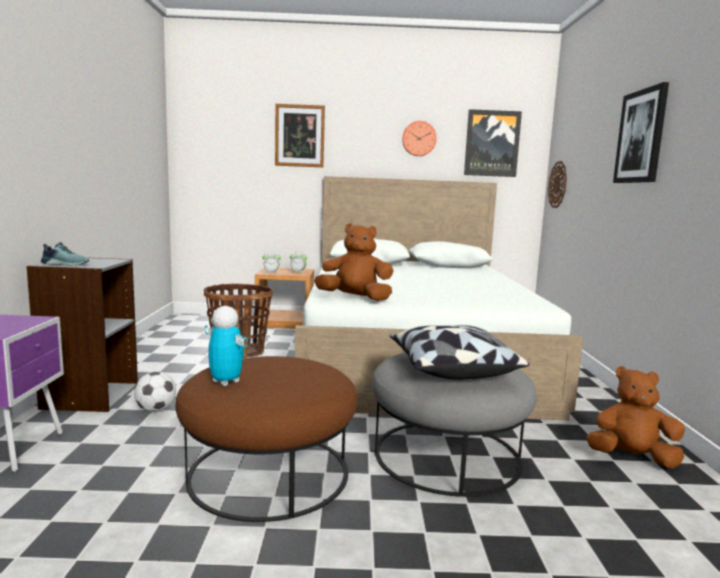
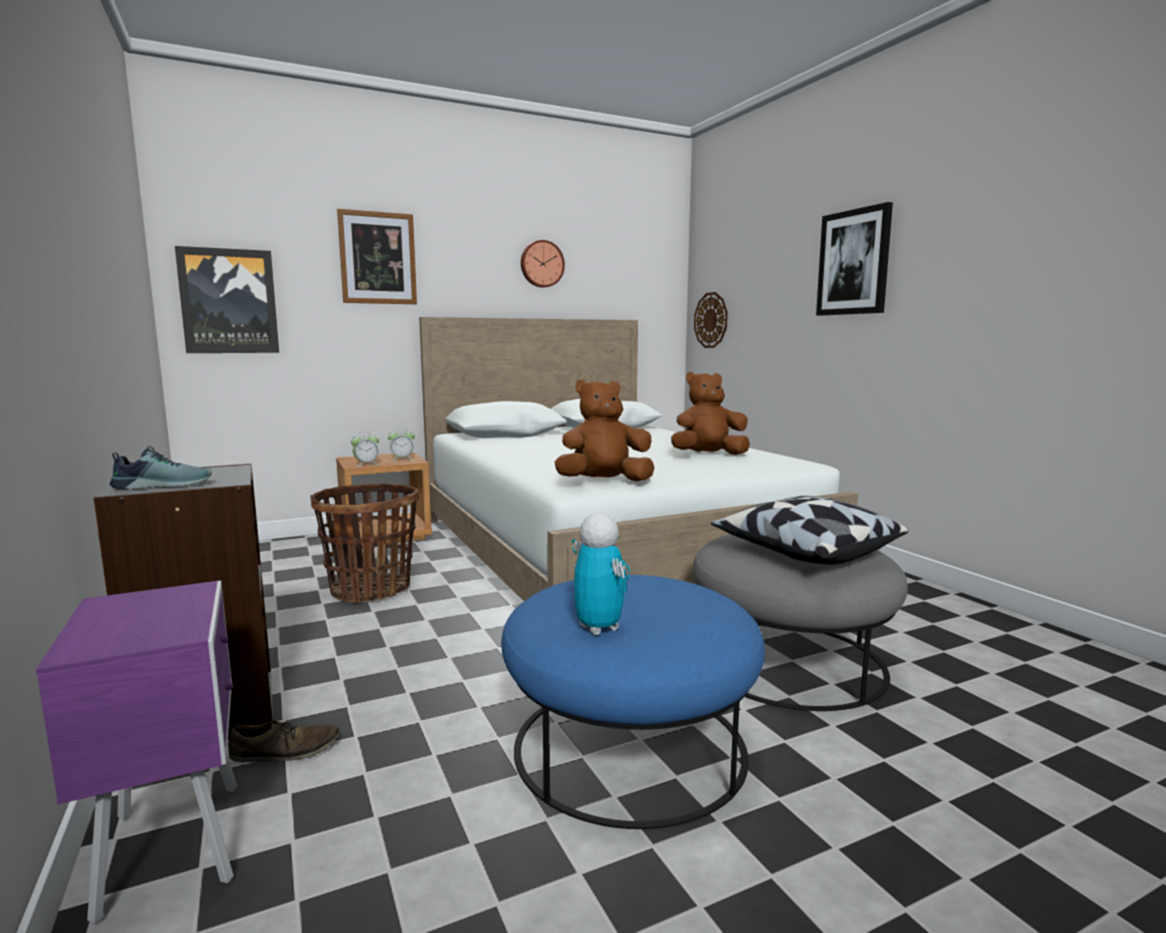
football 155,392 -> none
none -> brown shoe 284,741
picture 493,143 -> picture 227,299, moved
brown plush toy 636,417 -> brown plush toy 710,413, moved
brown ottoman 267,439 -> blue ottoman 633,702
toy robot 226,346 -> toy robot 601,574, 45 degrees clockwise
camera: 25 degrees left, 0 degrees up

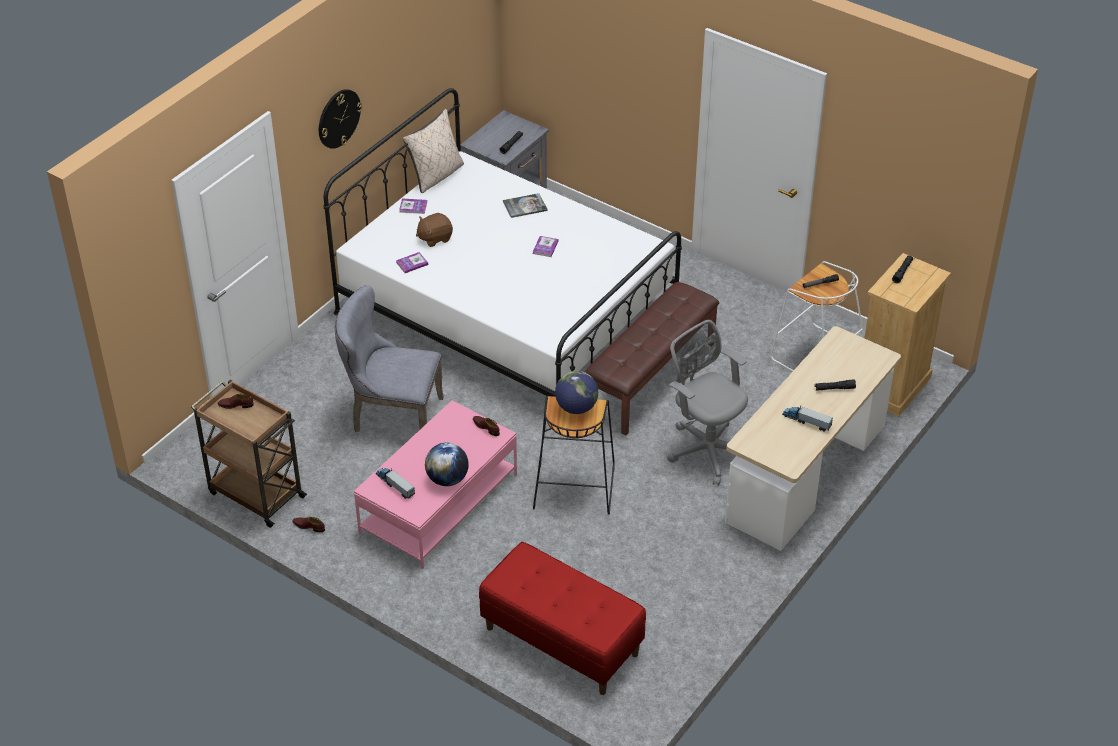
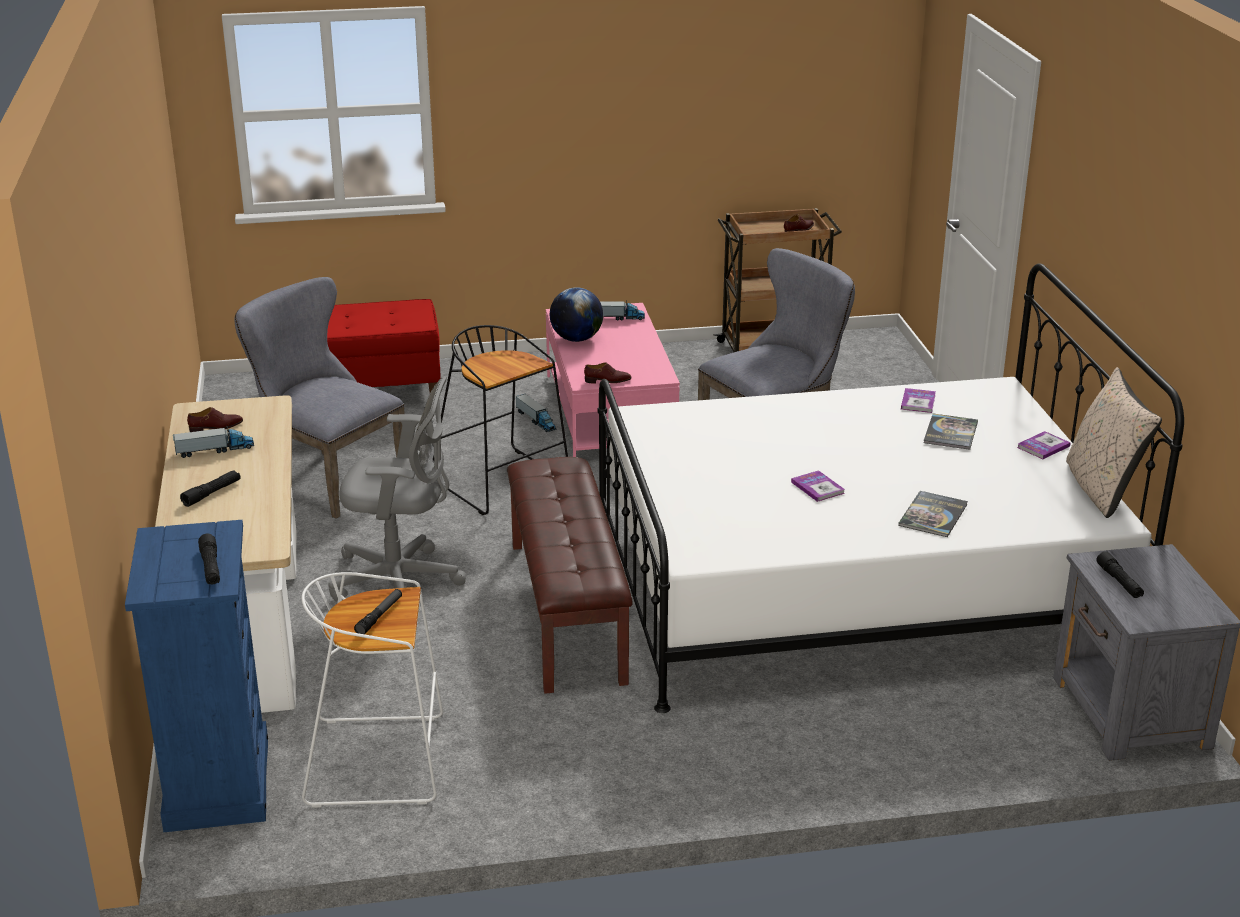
wall clock 340,119 -> none
globe 576,392 -> none
none -> grey chair 319,398
none -> toy truck 536,413
brown shoe 308,524 -> brown shoe 215,419, moved
brown plush toy 434,230 -> book 951,432
beige dresser 908,335 -> blue dresser 196,676
camera: 135 degrees right, 15 degrees down

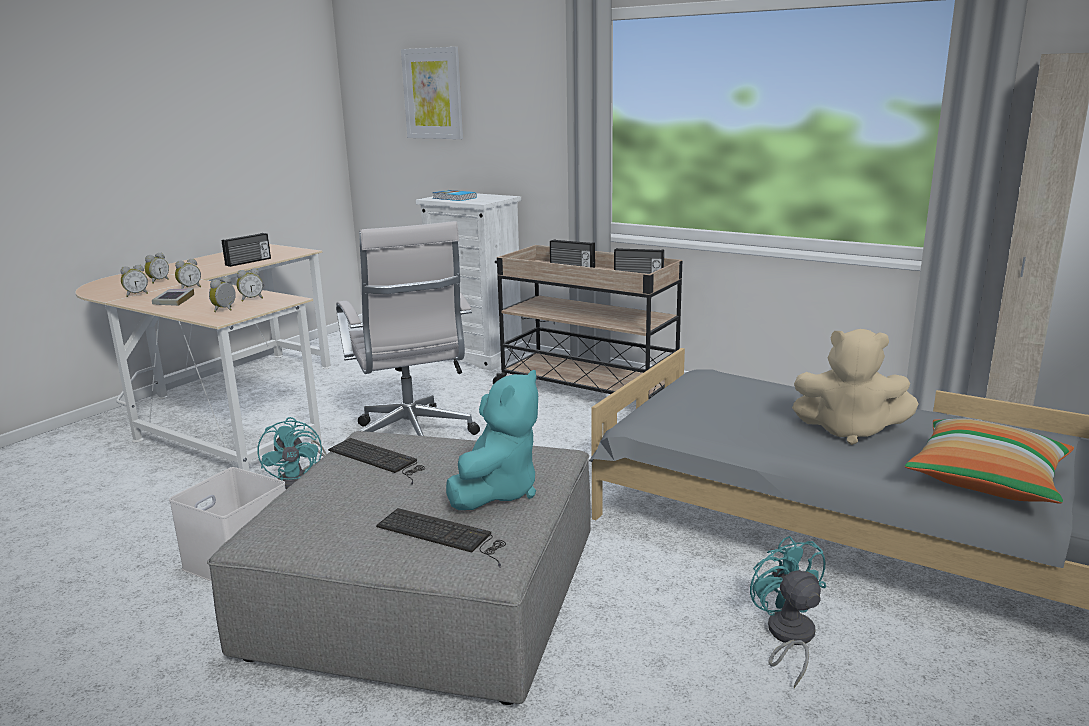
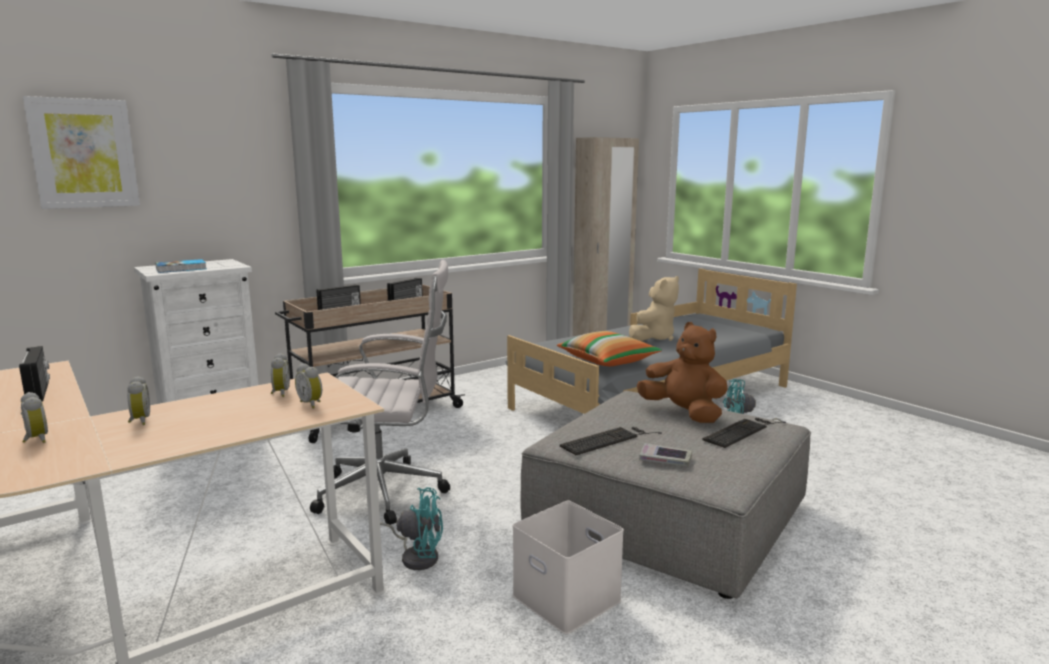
alarm clock 134,281 -> none
book 173,297 -> book 665,455, moved
pillow 989,460 -> pillow 609,348, moved
turquoise plush toy 492,440 -> brown plush toy 682,372
camera: 70 degrees left, 5 degrees down

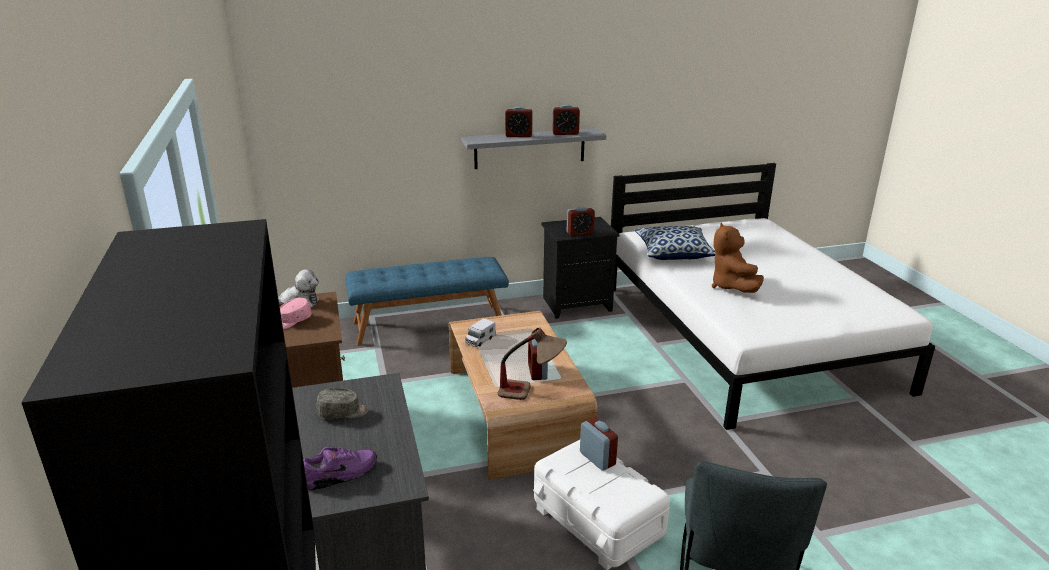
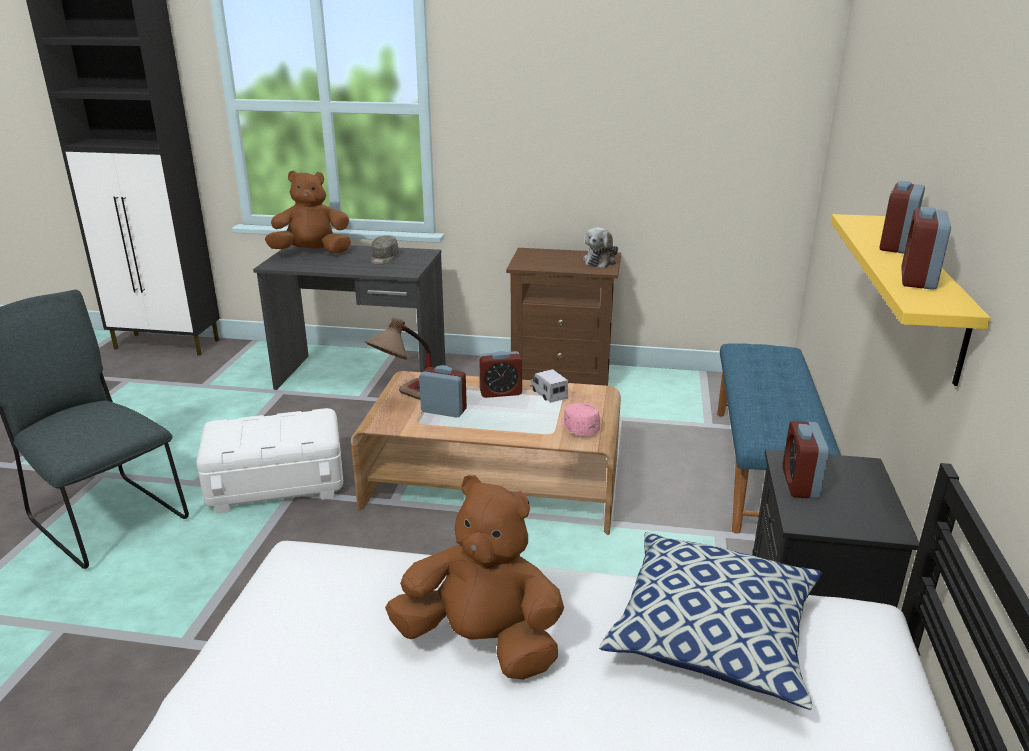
pink cap 296,313 -> pink cap 580,419, moved
alarm clock 599,444 -> alarm clock 500,374, moved
purple shoe 340,468 -> brown plush toy 308,212
grey shelf 533,148 -> yellow shelf 910,300
camera: 115 degrees right, 0 degrees up

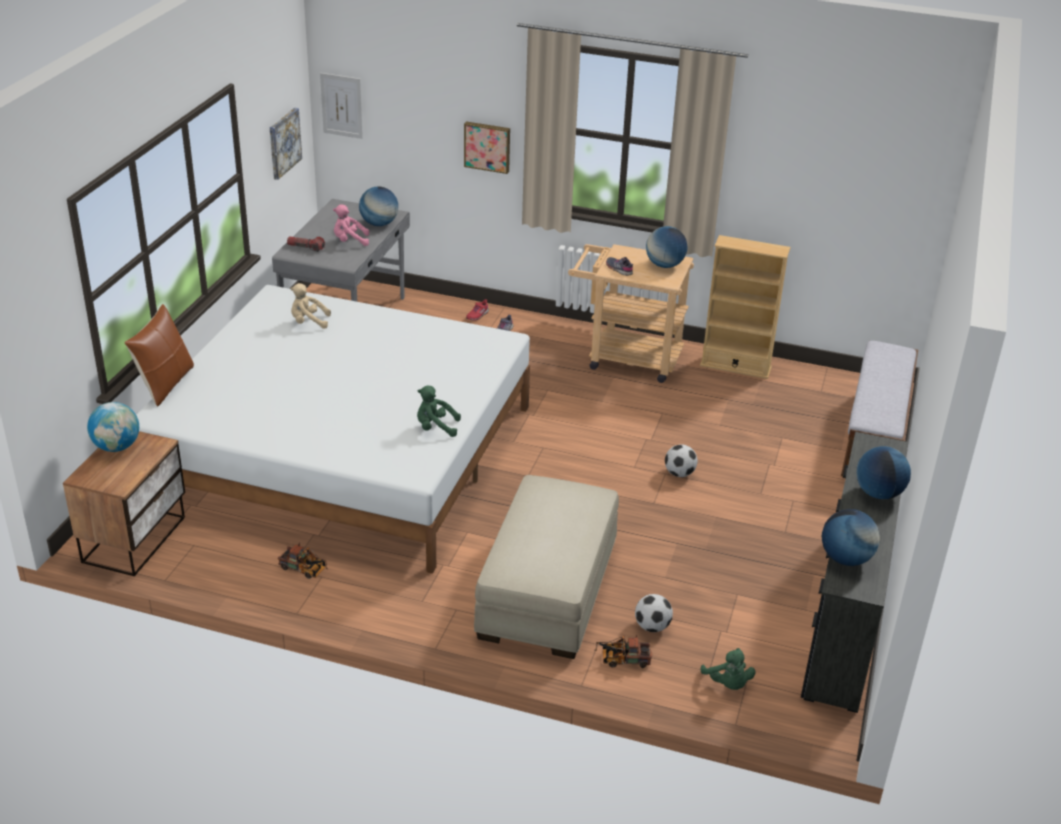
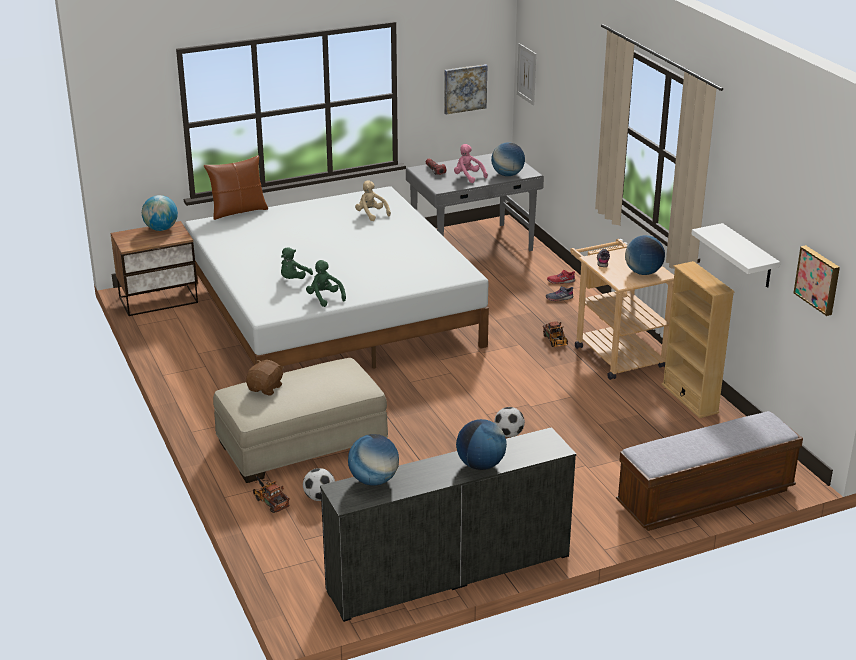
none -> brown plush toy 265,377
none -> white shelf 735,255
toy truck 303,561 -> toy truck 555,334, moved
picture 487,147 -> picture 817,280, moved
green plush toy 728,669 -> green plush toy 297,263, moved
camera: 50 degrees right, 5 degrees down

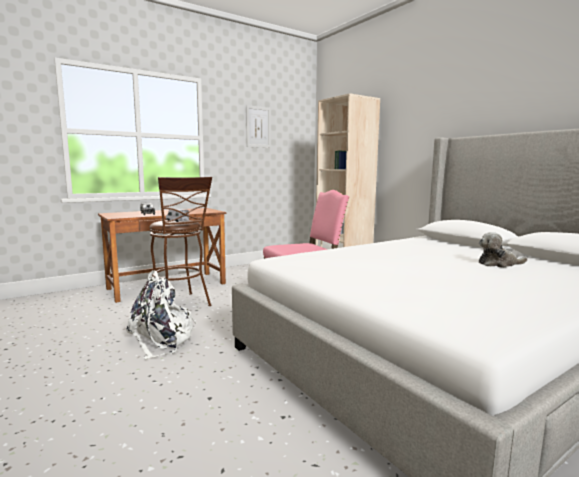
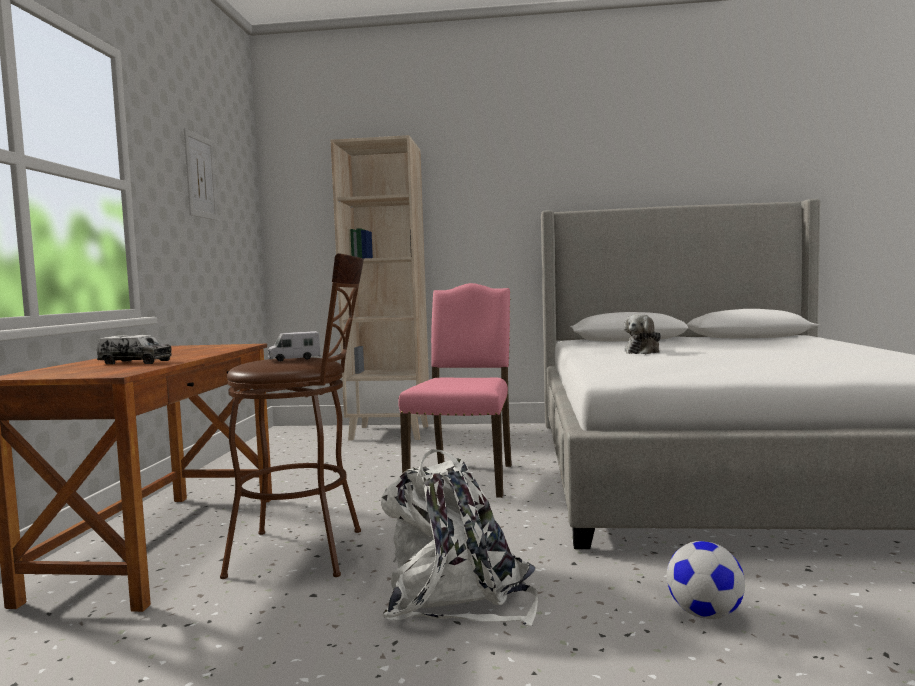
none -> football 706,580
plush toy 503,249 -> plush toy 642,334, moved
camera: 50 degrees left, 5 degrees down

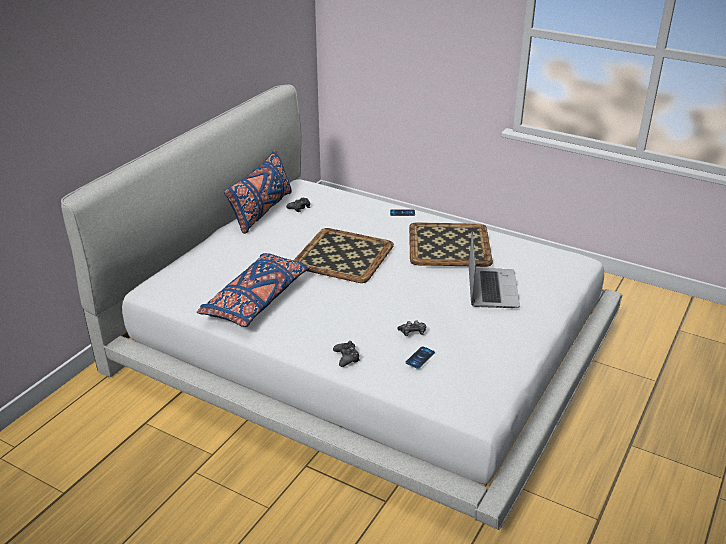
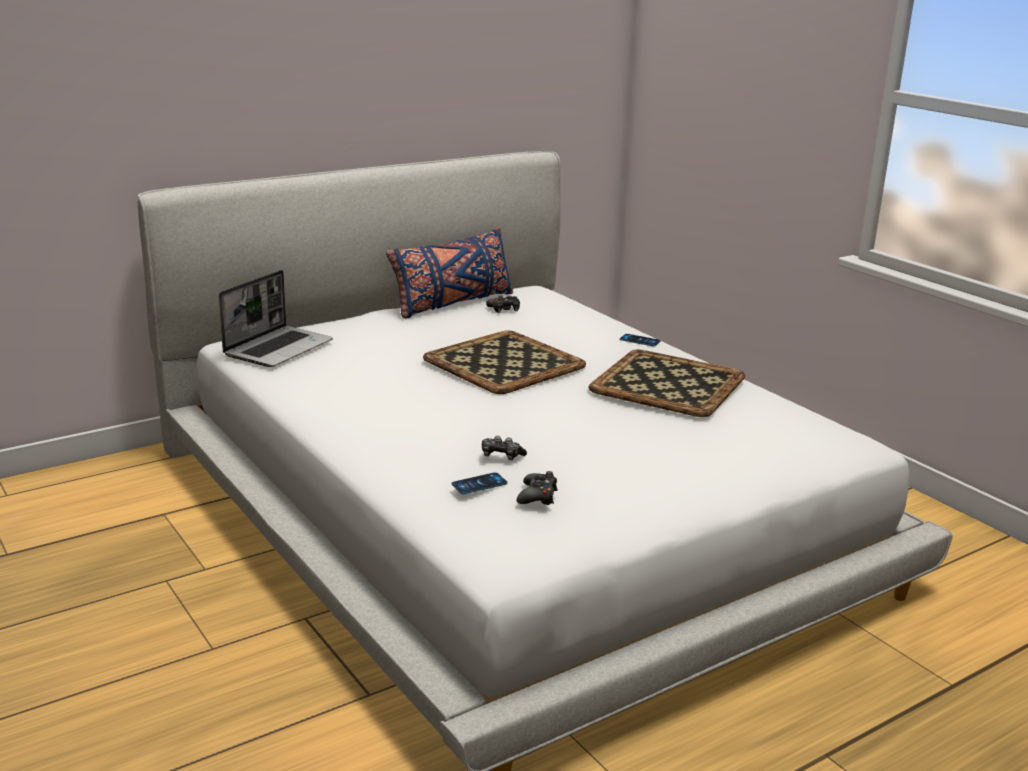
blue pillow 253,290 -> none
black game controller 346,354 -> black game controller 537,488, moved
laptop 494,269 -> laptop 276,318, moved
camera: 25 degrees right, 10 degrees down

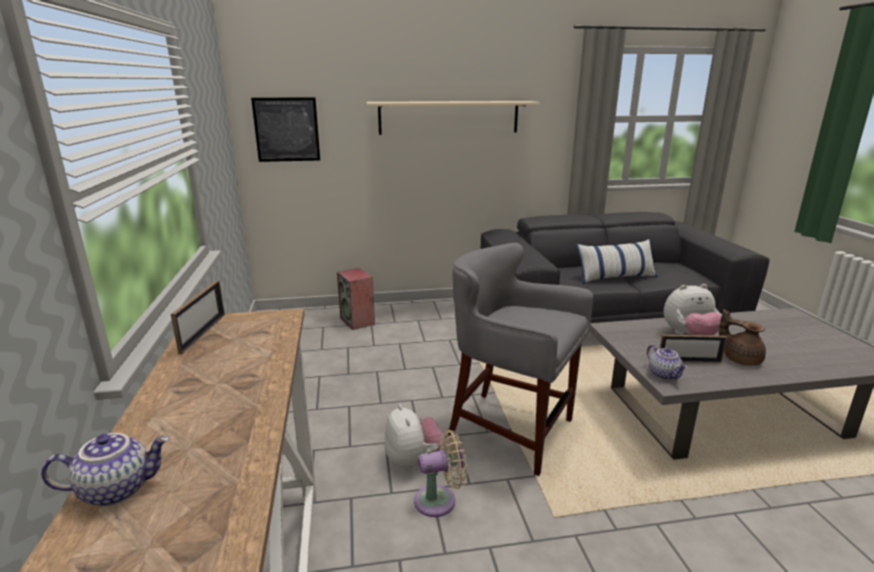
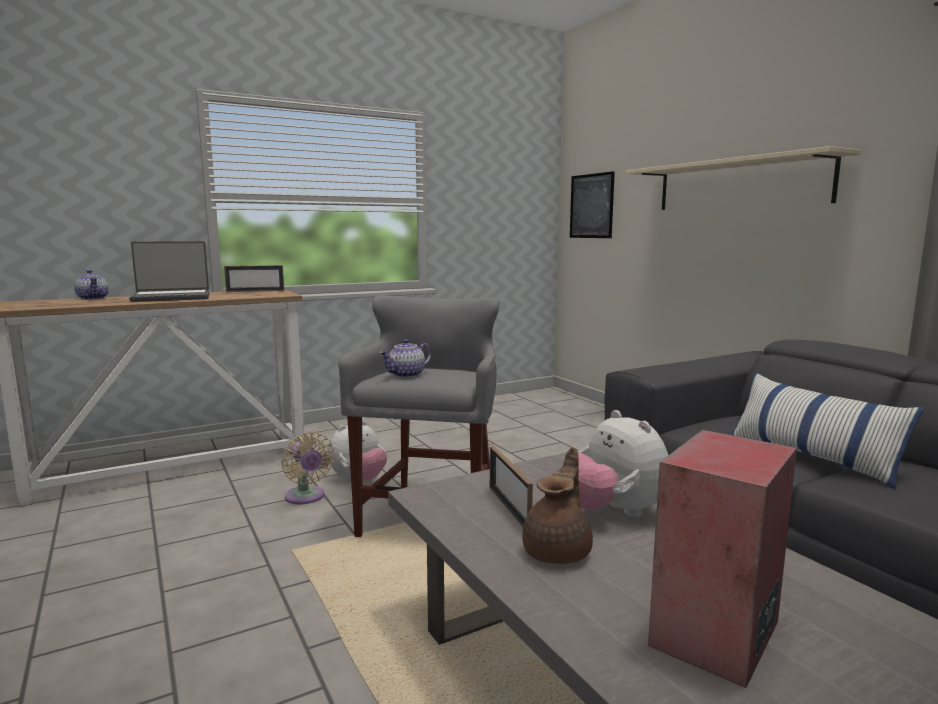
none -> laptop 169,271
speaker 356,299 -> speaker 722,559, moved
teapot 667,362 -> teapot 405,358, moved
camera: 70 degrees right, 10 degrees down

